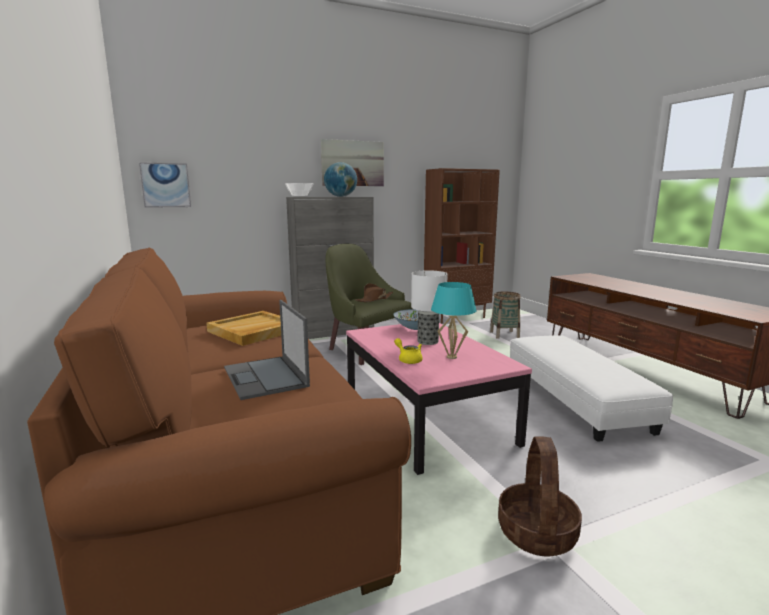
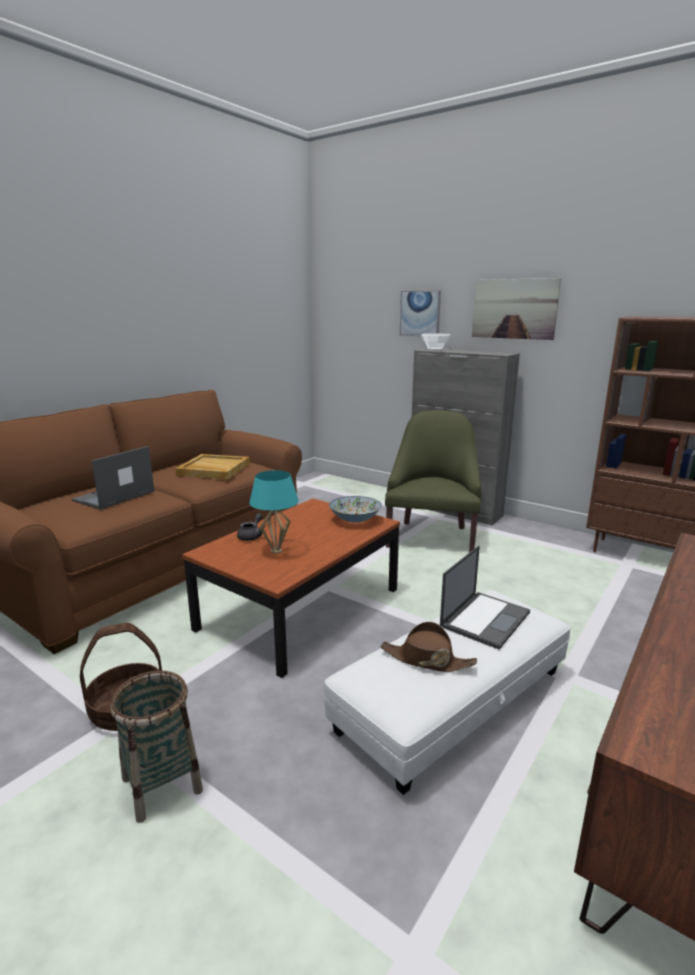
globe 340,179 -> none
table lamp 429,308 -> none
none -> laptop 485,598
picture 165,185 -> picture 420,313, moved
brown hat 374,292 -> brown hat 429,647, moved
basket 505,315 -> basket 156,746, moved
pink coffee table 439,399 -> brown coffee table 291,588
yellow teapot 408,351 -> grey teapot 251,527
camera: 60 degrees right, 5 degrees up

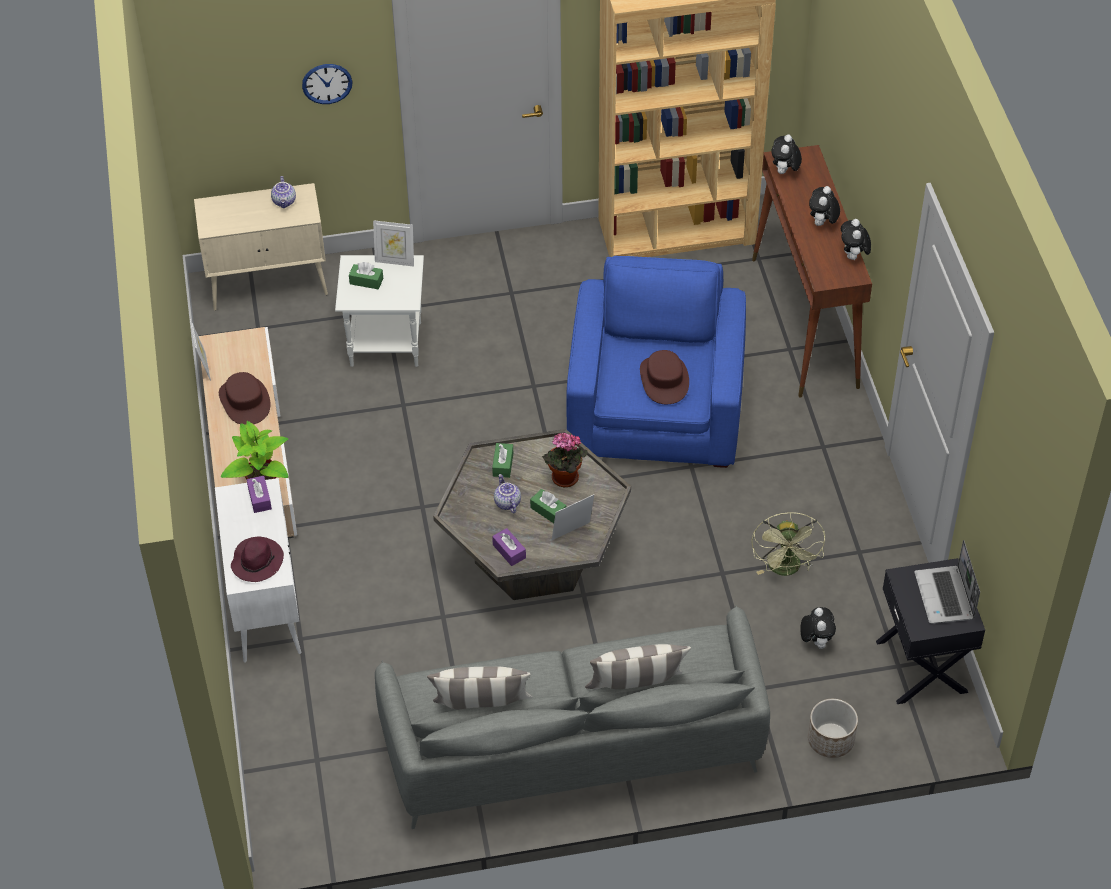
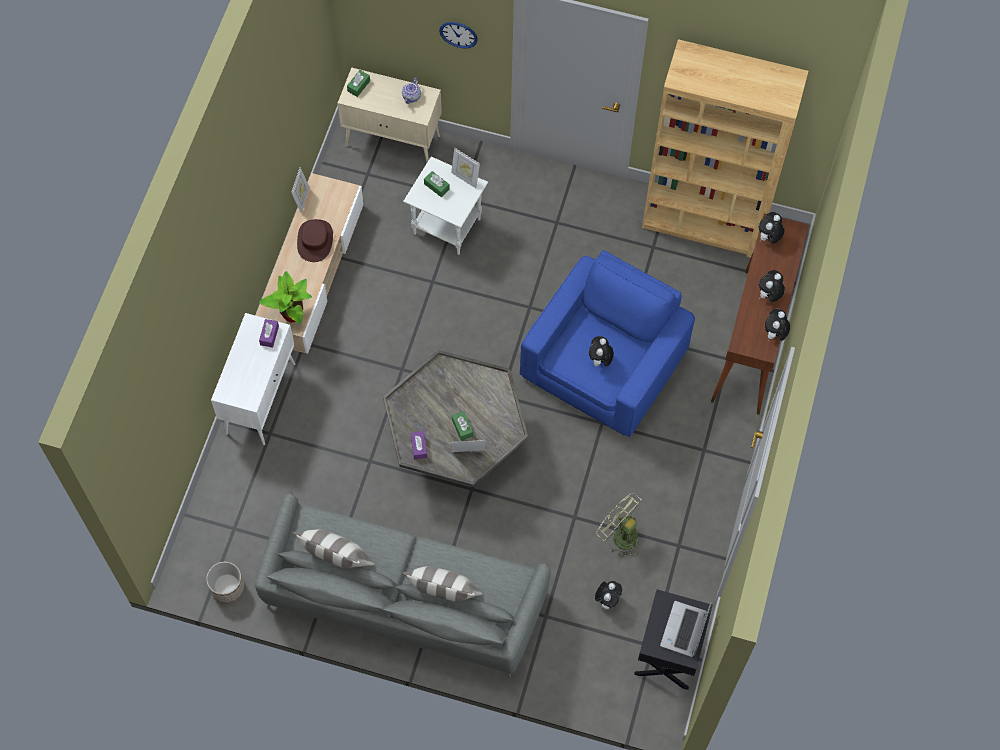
purple hat 257,559 -> none
teapot 507,494 -> none
potted plant 565,460 -> none
green tissue box 502,460 -> green tissue box 358,83, moved
planter 833,728 -> planter 225,582, moved
brown hat 664,377 -> plush toy 601,352
green fan 788,544 -> green fan 619,525, 105 degrees clockwise
camera: 25 degrees right, 15 degrees up

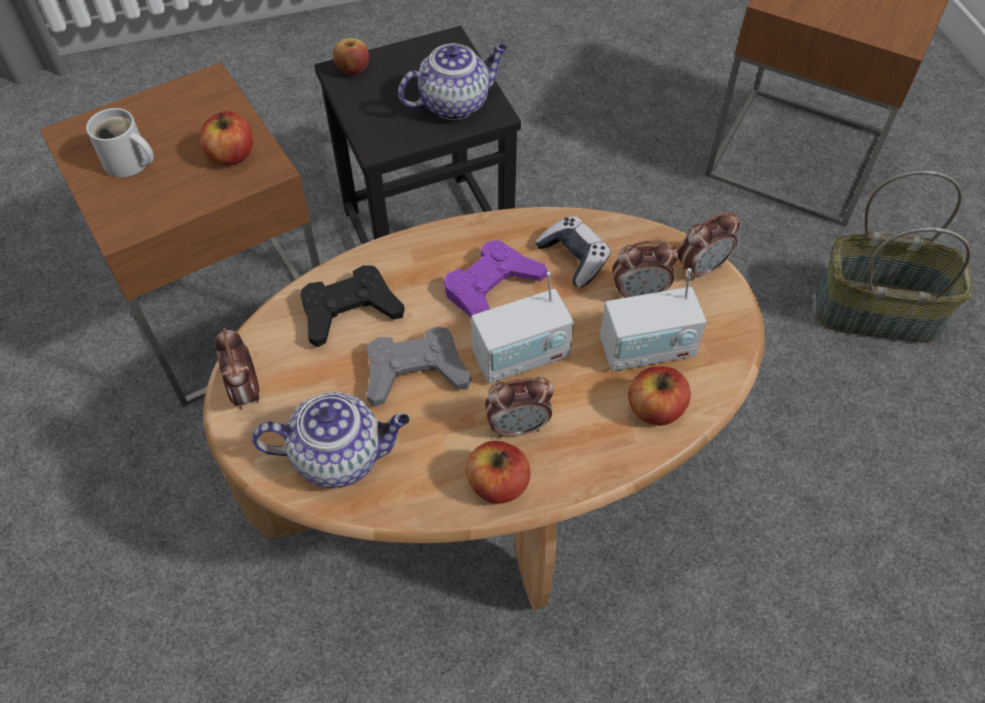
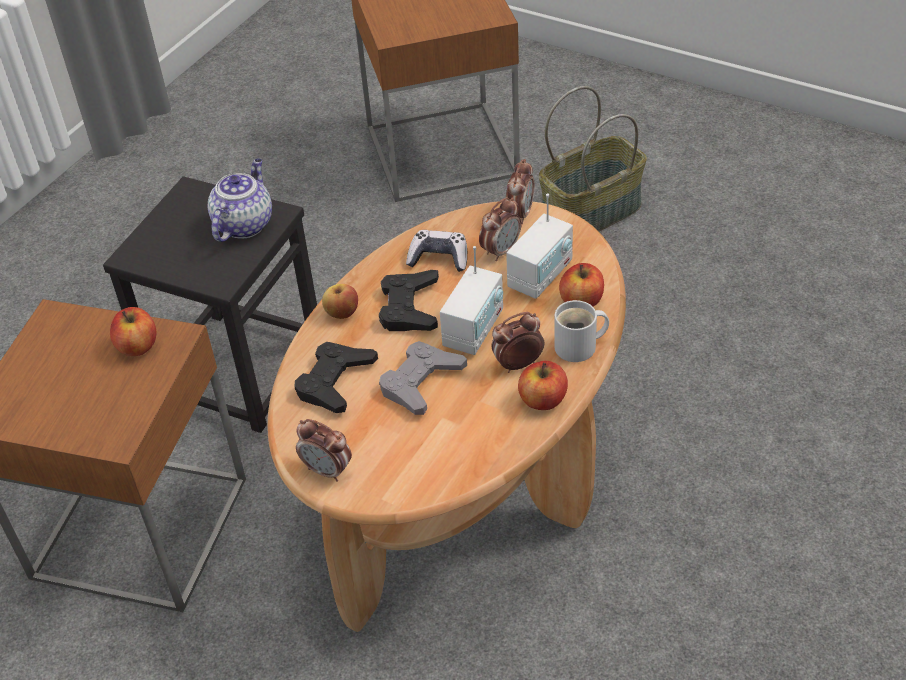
teapot 331,440 -> none
white mug 120,143 -> white mug 581,331, moved
apple 351,56 -> apple 340,301, moved
purple game controller 495,279 -> black game controller 409,300
alarm clock 519,407 -> alarm clock 518,342, 150 degrees counterclockwise
camera: 40 degrees left, 10 degrees down

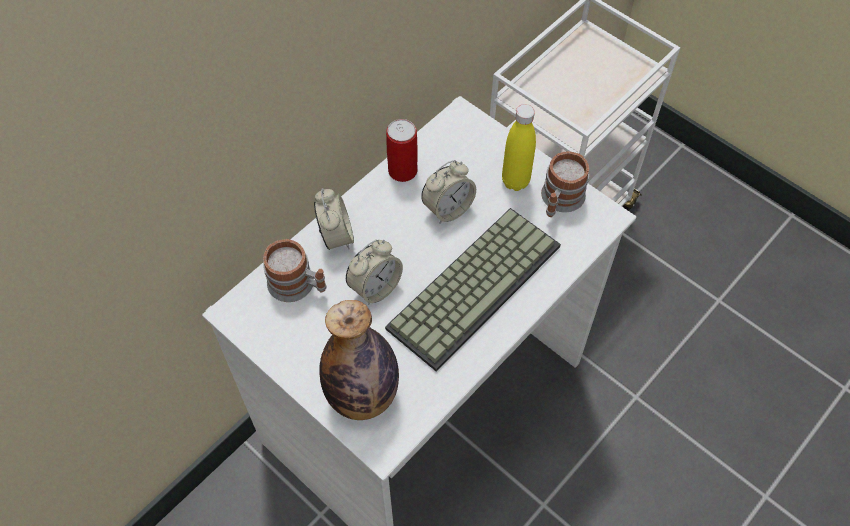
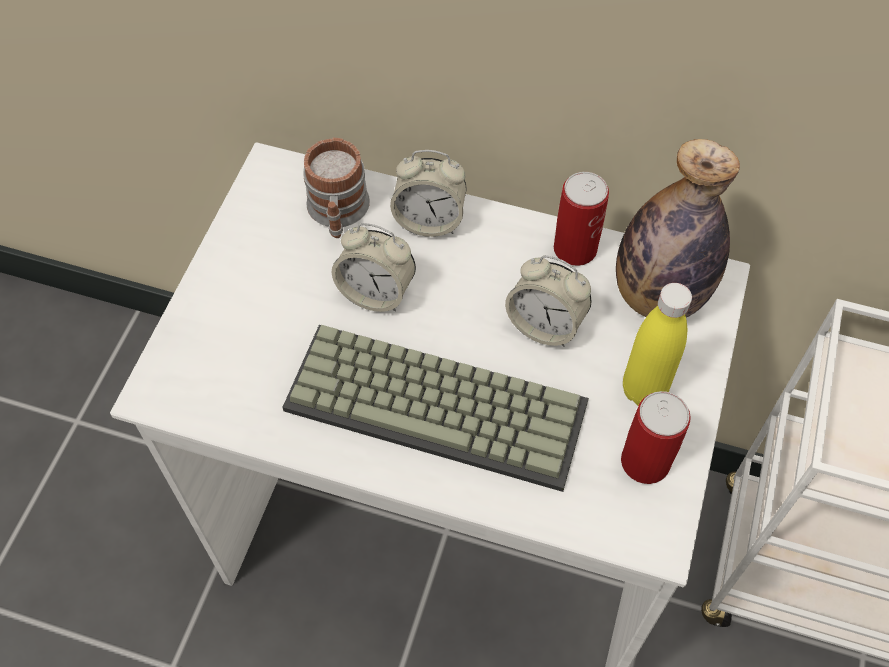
bottle 359,360 -> bottle 678,228, moved
mug 565,184 -> can 656,437
alarm clock 334,219 -> alarm clock 428,193, 45 degrees clockwise
camera: 65 degrees right, 0 degrees up

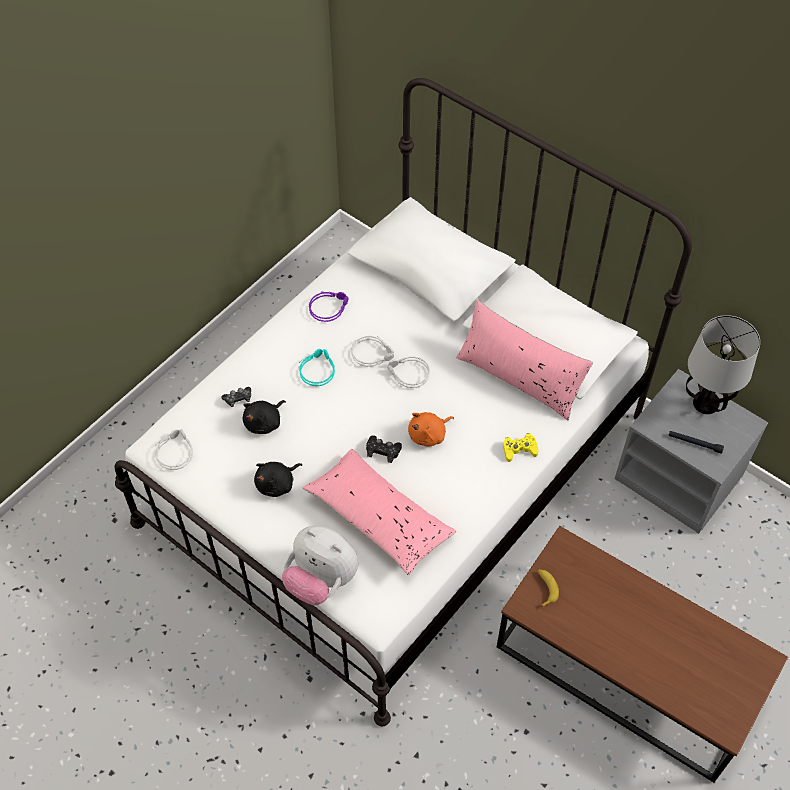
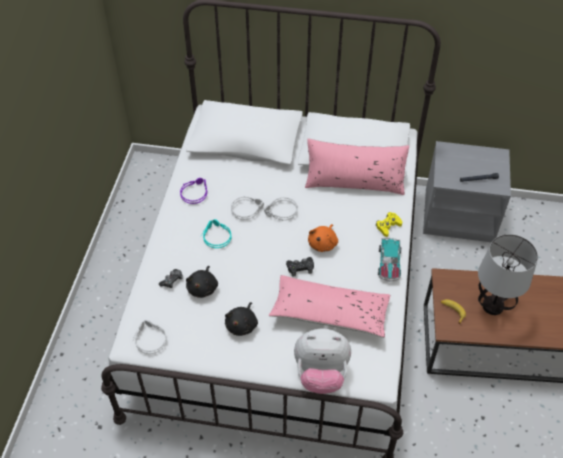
none -> toy car 389,260
table lamp 723,364 -> table lamp 508,274, moved
camera: 30 degrees left, 5 degrees down

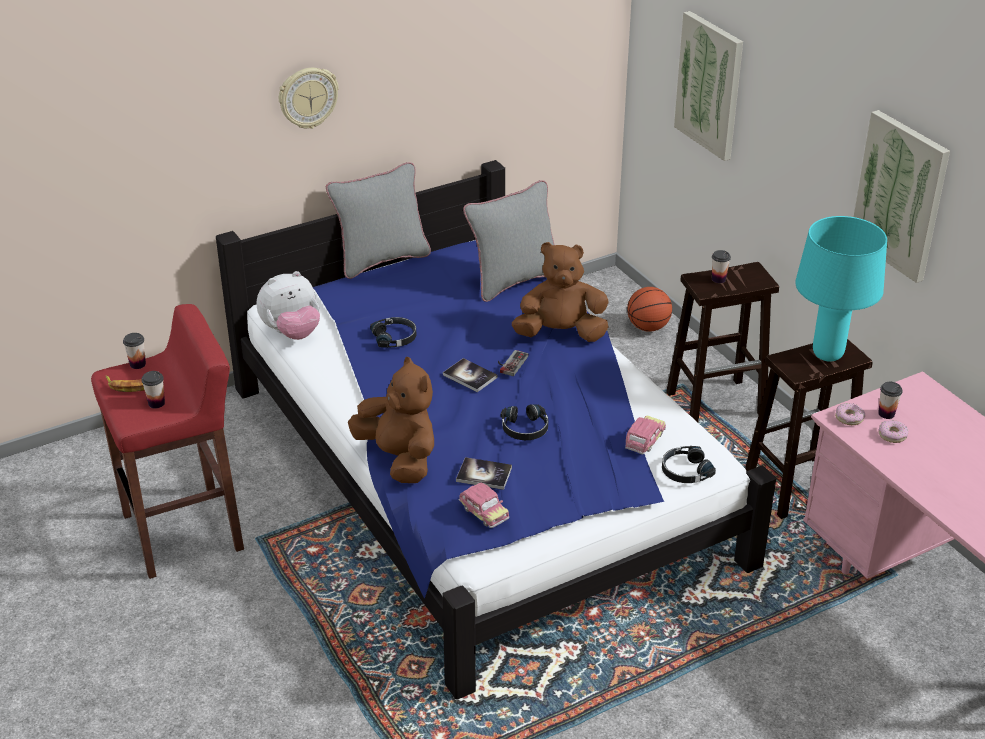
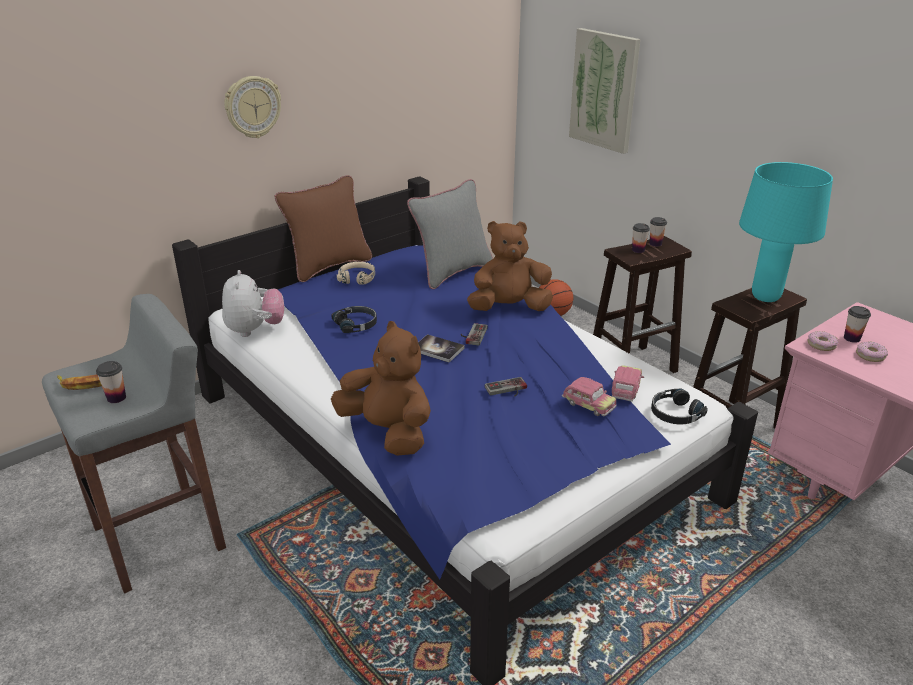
book 484,473 -> none
picture 902,196 -> none
none -> beige headphones 356,273
cup 134,351 -> cup 658,232, moved
toy car 483,505 -> toy car 589,396, moved
black headphones 524,422 -> game controller 506,387
red stool 167,441 -> grey stool 134,443
grey pillow 378,220 -> brown pillow 323,228
plush toy 288,305 -> plush toy 253,303, 60 degrees counterclockwise
camera: 10 degrees left, 5 degrees down

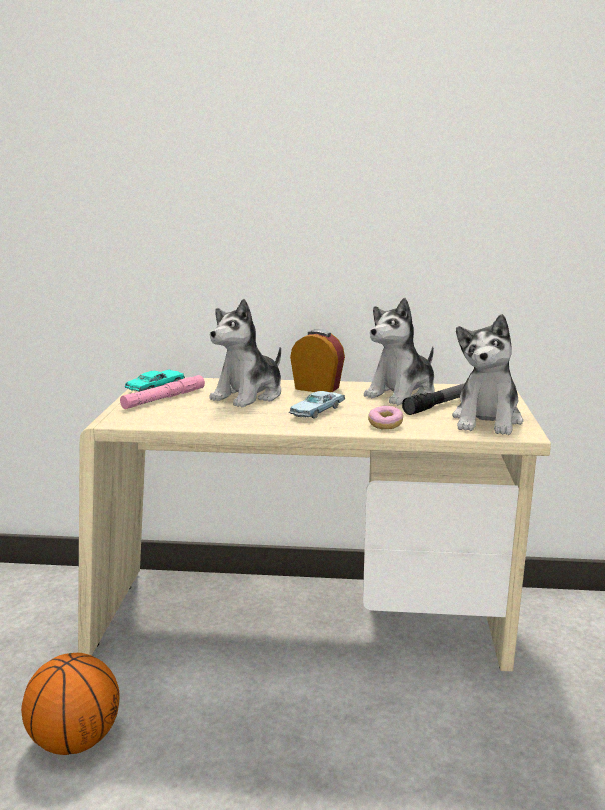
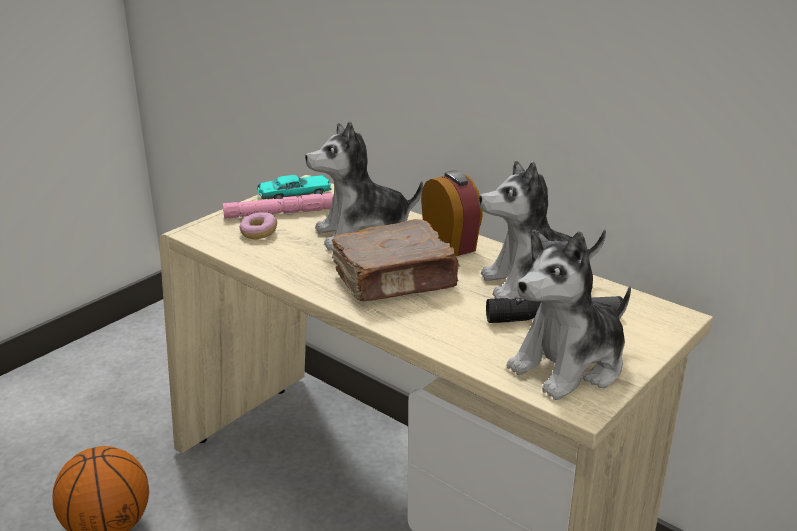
donut 385,417 -> donut 258,225, moved
blue toy car 317,405 -> brown book 396,260
camera: 35 degrees right, 10 degrees up

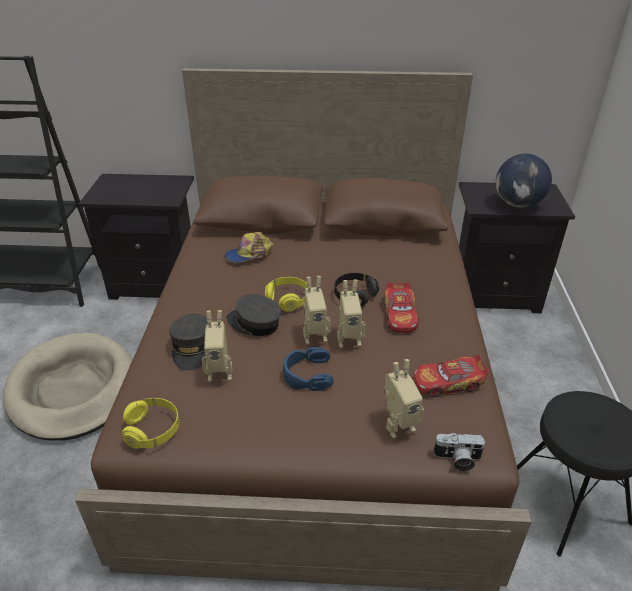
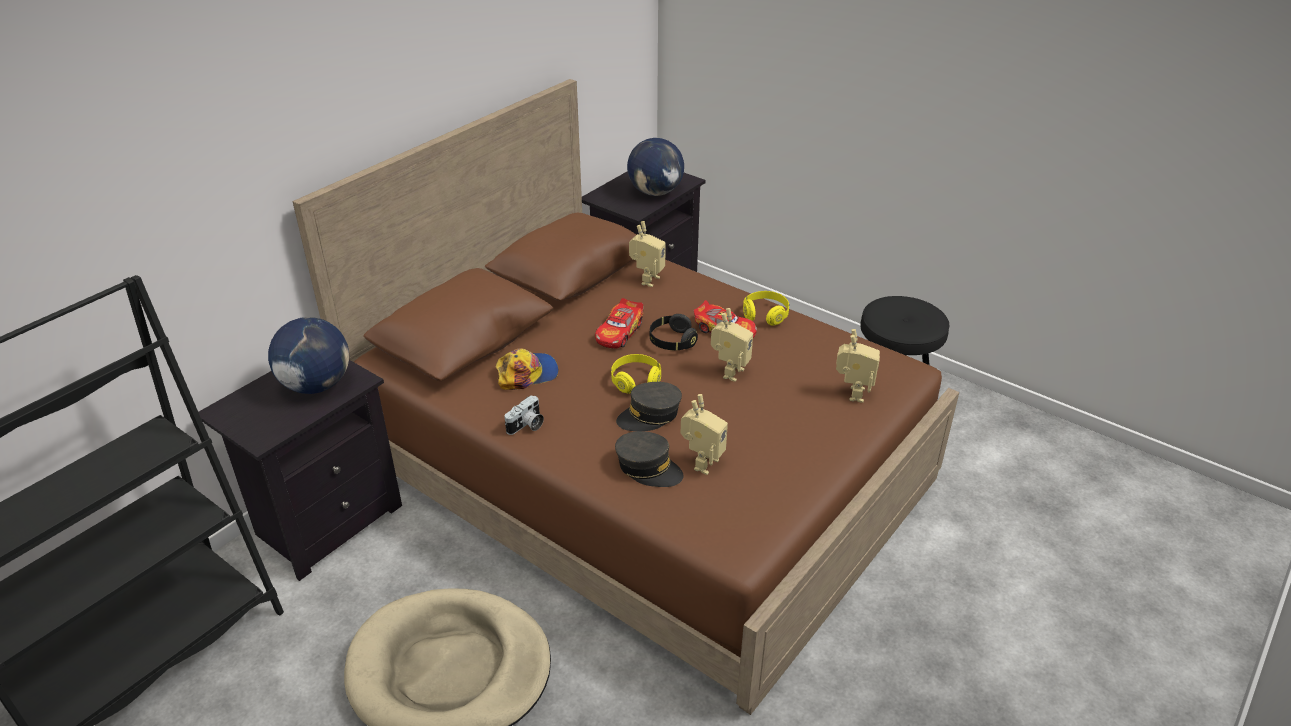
blue headphones 308,369 -> none
none -> globe 308,355
yellow headphones 150,423 -> yellow headphones 766,308, moved
toy robot 316,310 -> toy robot 647,254, moved
toy car 451,376 -> toy car 619,323, moved
photo camera 459,452 -> photo camera 524,415, moved
cap 249,247 -> cap 527,369, 120 degrees counterclockwise
camera: 55 degrees left, 0 degrees up

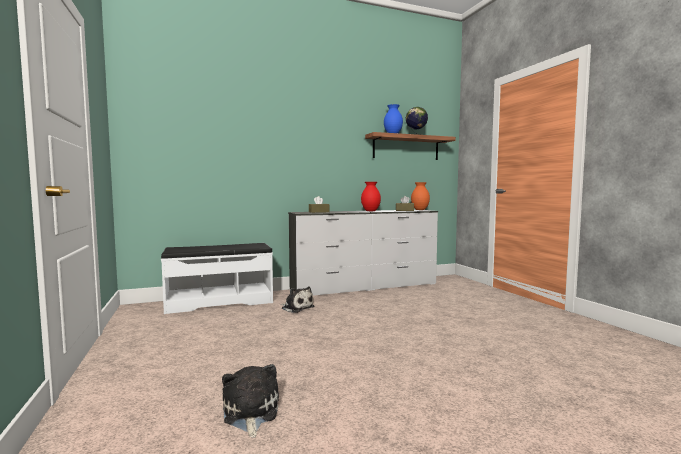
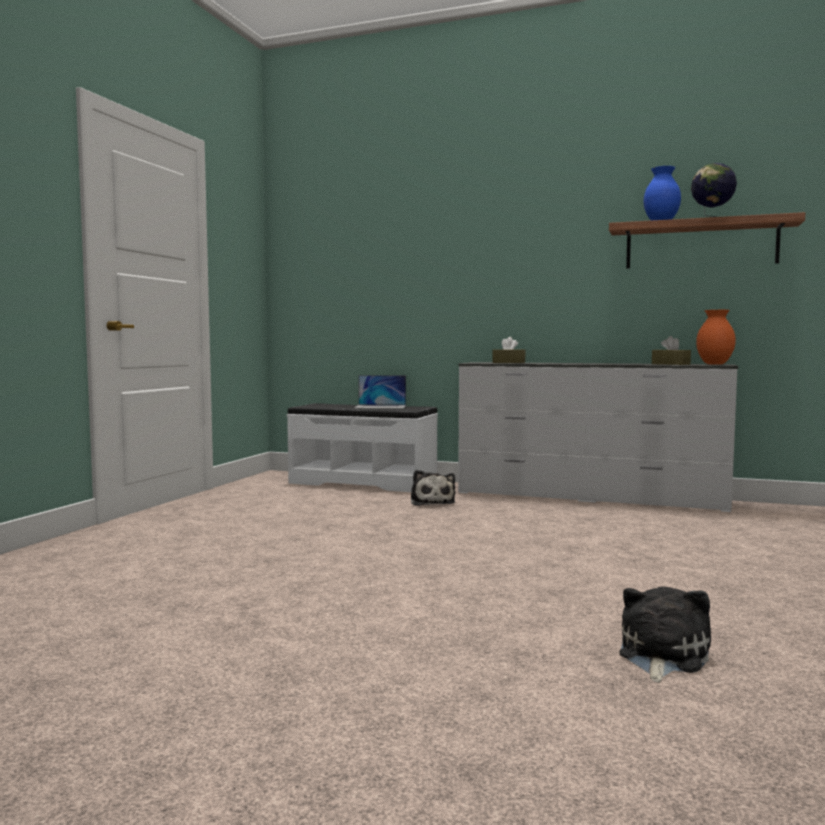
red vase 371,196 -> none
none -> laptop 380,391
plush toy 250,401 -> plush toy 665,634, moved
camera: 40 degrees right, 0 degrees up

